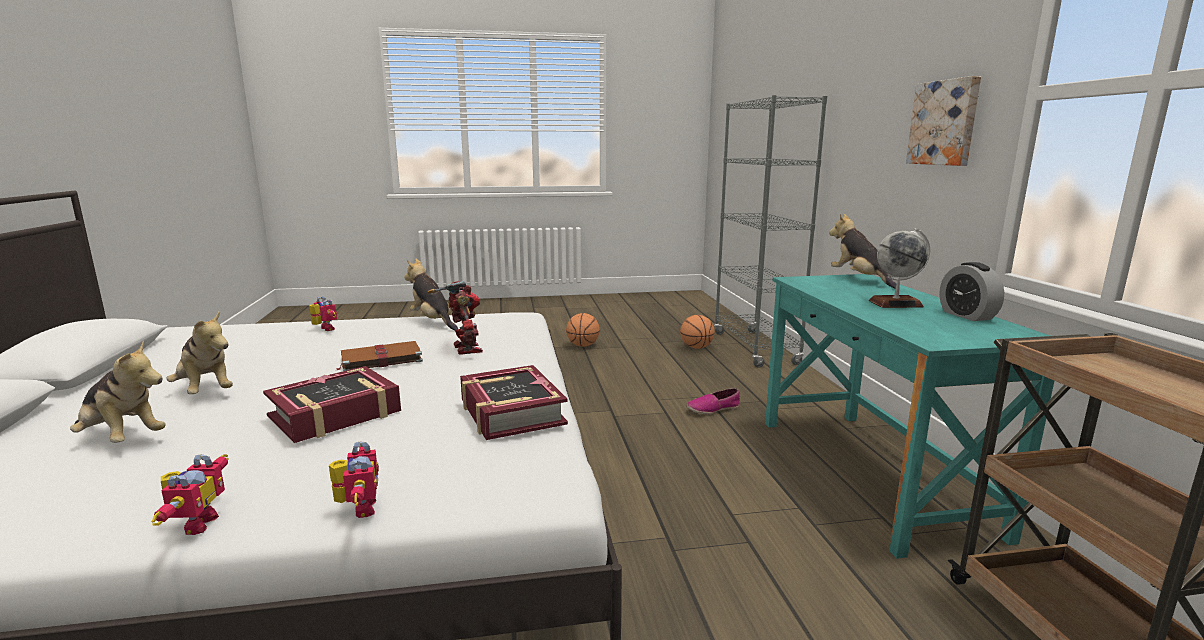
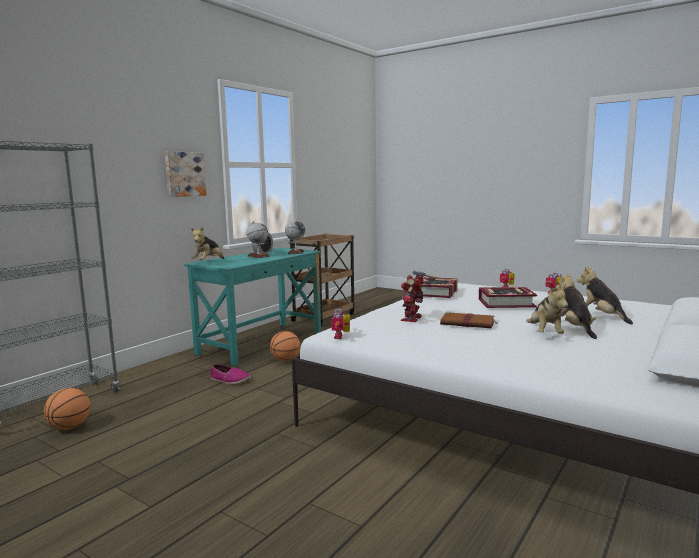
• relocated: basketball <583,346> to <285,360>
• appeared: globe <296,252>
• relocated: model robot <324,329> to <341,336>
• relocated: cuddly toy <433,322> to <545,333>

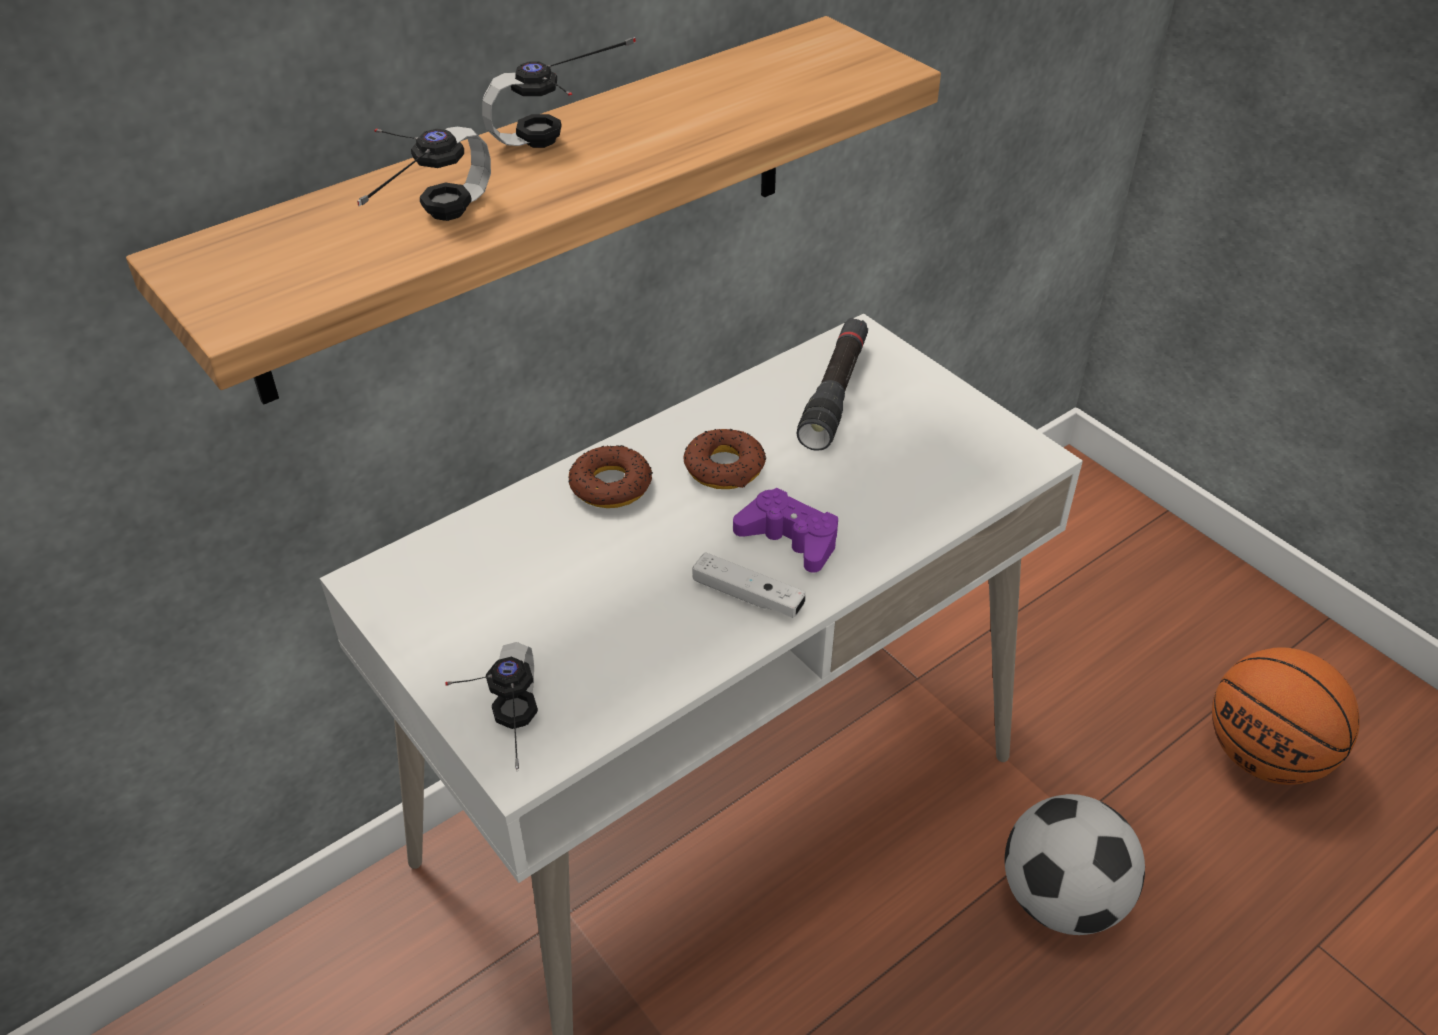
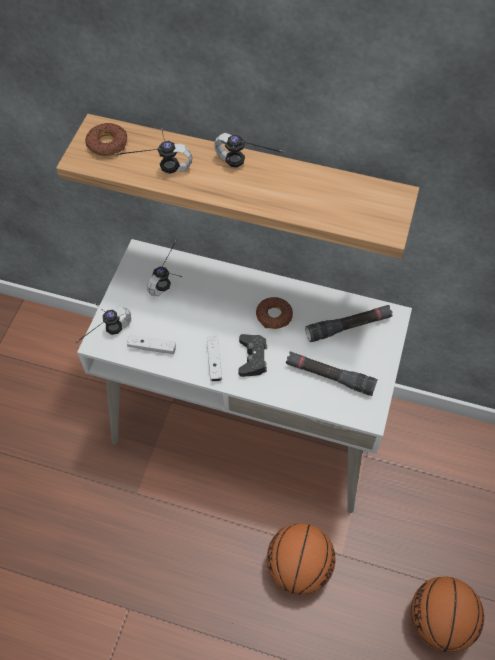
• relocated: ring doughnut <611,485> to <107,144>
• appeared: white-coloured joypad <152,347>
• appeared: headset <173,281>
• colour: purple-coloured joypad <789,539> to blackish joypad <253,358>
• exchanged: ball for football <1061,899> to basketball <299,567>
• appeared: blackish hand torch <330,376>

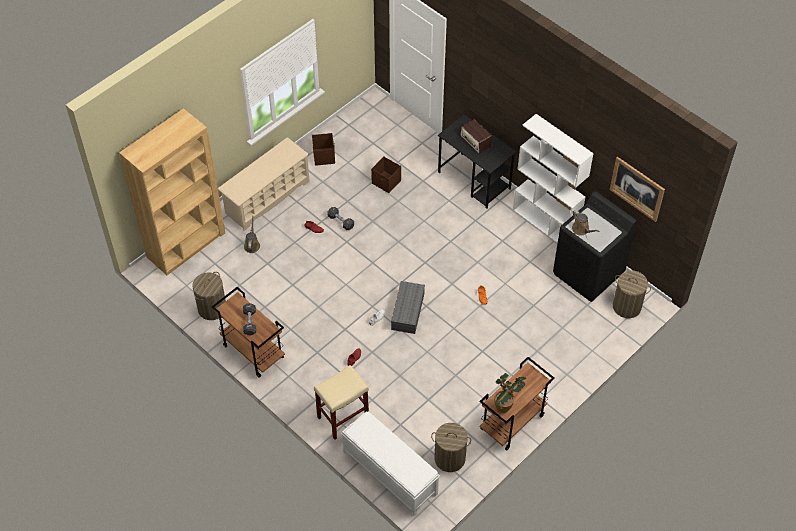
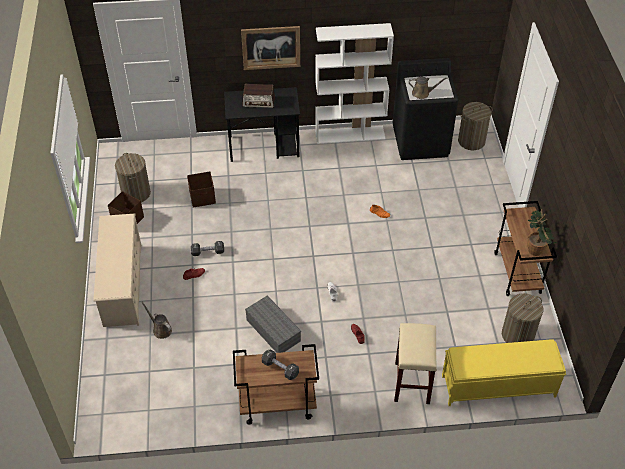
• relocated: laundry basket <212,308> to <136,193>
• relocated: wall picture <637,188> to <271,47>
• relocated: grey storage bin <407,311> to <272,330>
• colour: white-coloured bench <389,472> to yellow-coloured bench <497,386>
• missing: brownish bookshelf <186,245>

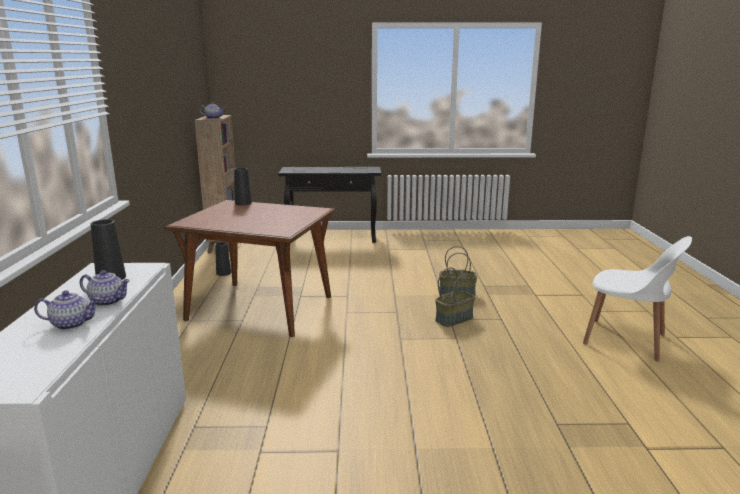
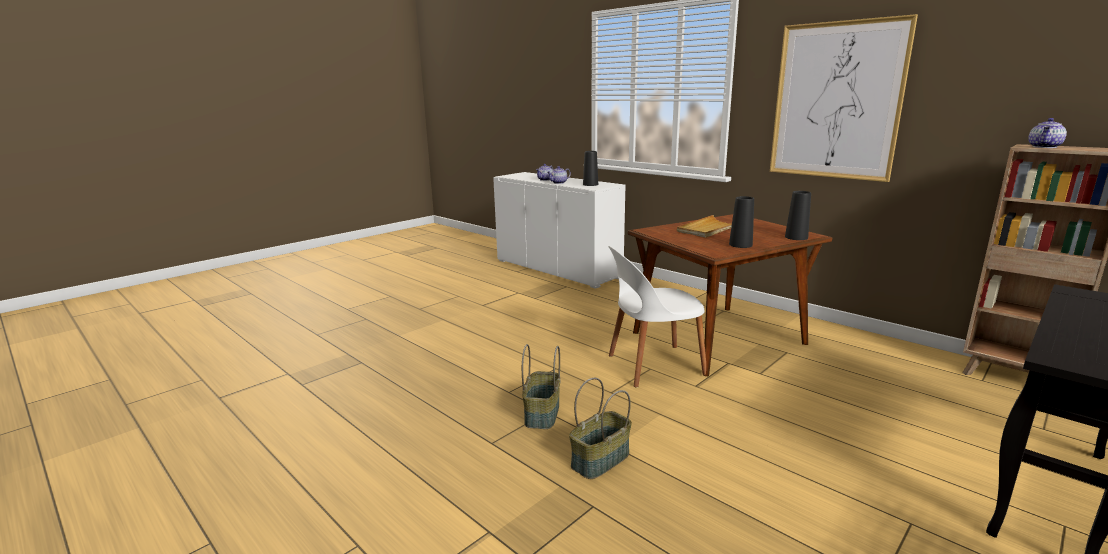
• relocated: white-coloured chair <627,340> to <653,365>
• appeared: beige carrying tray <709,229>
• relocated: blackish decorative vase <223,273> to <740,245>
• appeared: wall picture <836,101>

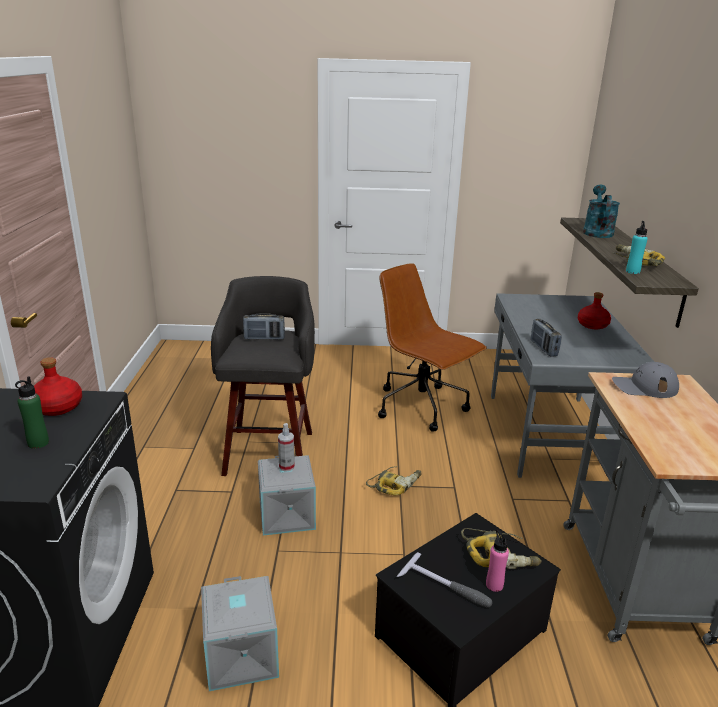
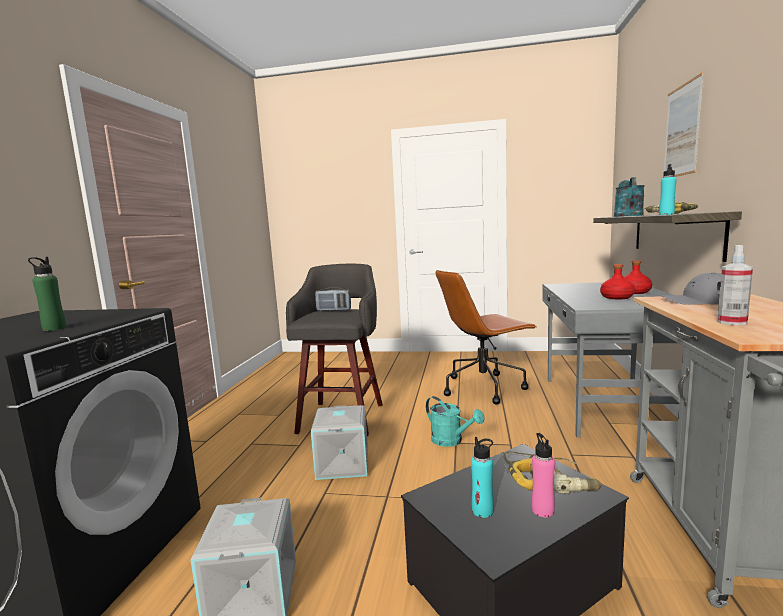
• exchanged: electric drill <395,484> to blue-green watering can <451,441>
• spun: brownish computer chair <422,407> = <484,387> 75 degrees counterclockwise
• exchanged: tool hammer <447,587> to blue-green beverage bottle <482,511>
• relocated: reddish beverage bottle <57,407> to <616,297>
• appeared: wall picture <682,130>
• relocated: spray bottle <286,466> to <732,322>
• missing: radio receiver <543,348>

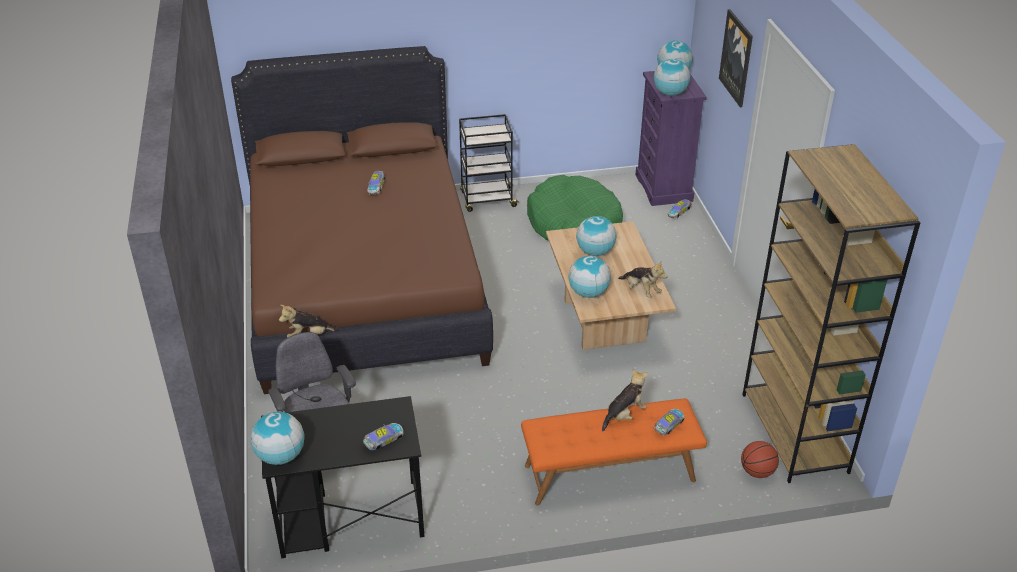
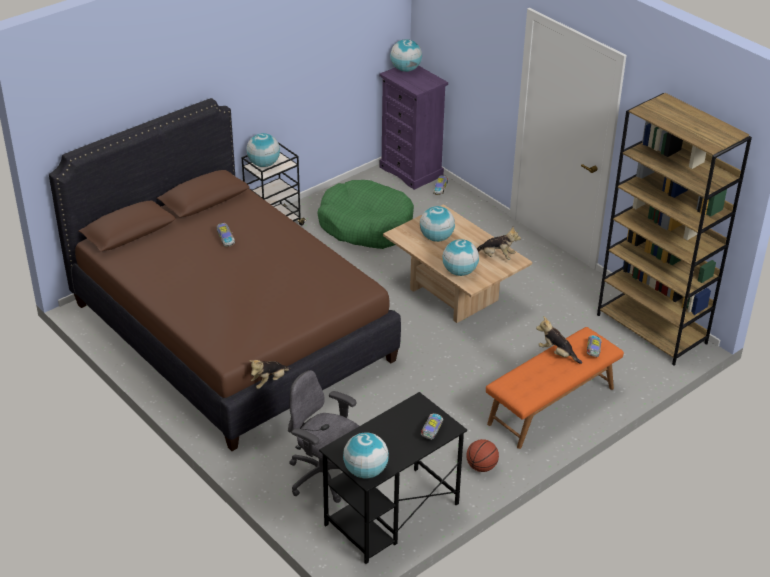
• relocated: globe <670,93> to <264,164>
• relocated: basketball <757,472> to <481,467>
• spun: cuddly toy <624,415> = <557,353> 75 degrees counterclockwise
• missing: wall picture <737,58>

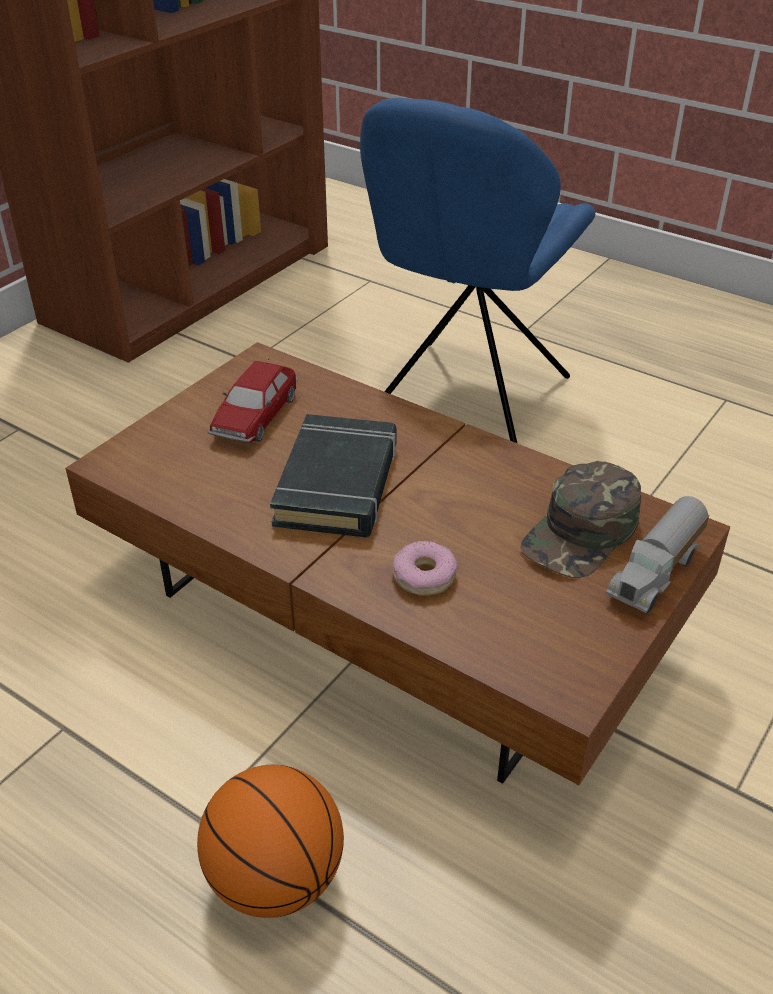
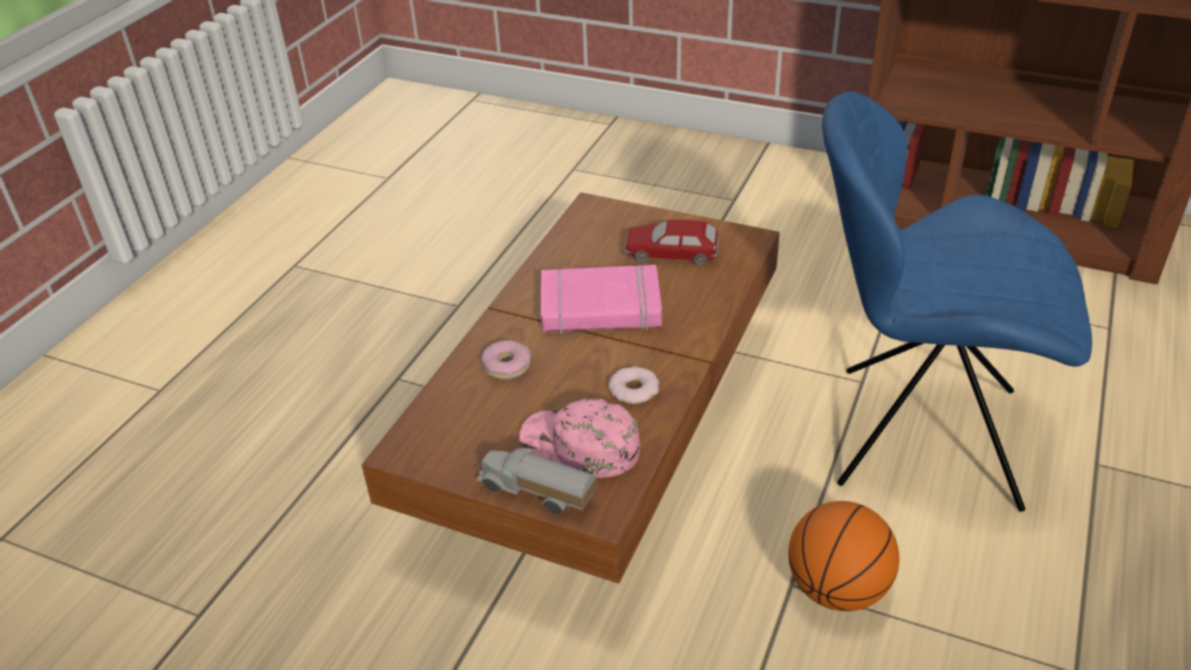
• colour: green baseball cap <582,533> to pinkish baseball cap <579,445>
• colour: blackish bound book <338,484> to pinkish bound book <600,308>
• appeared: ring doughnut <634,389>
• relocated: basketball <275,878> to <837,589>

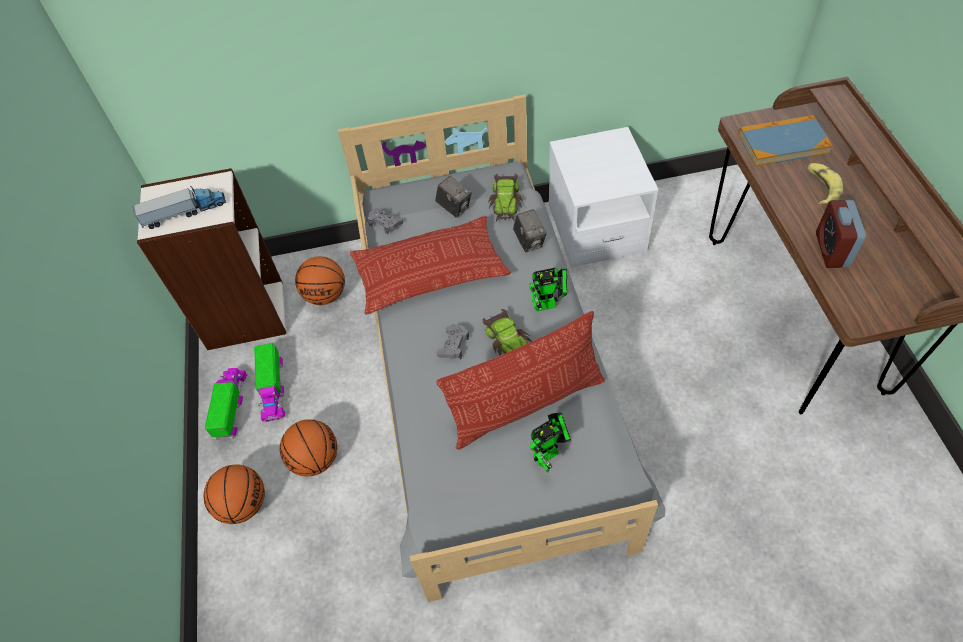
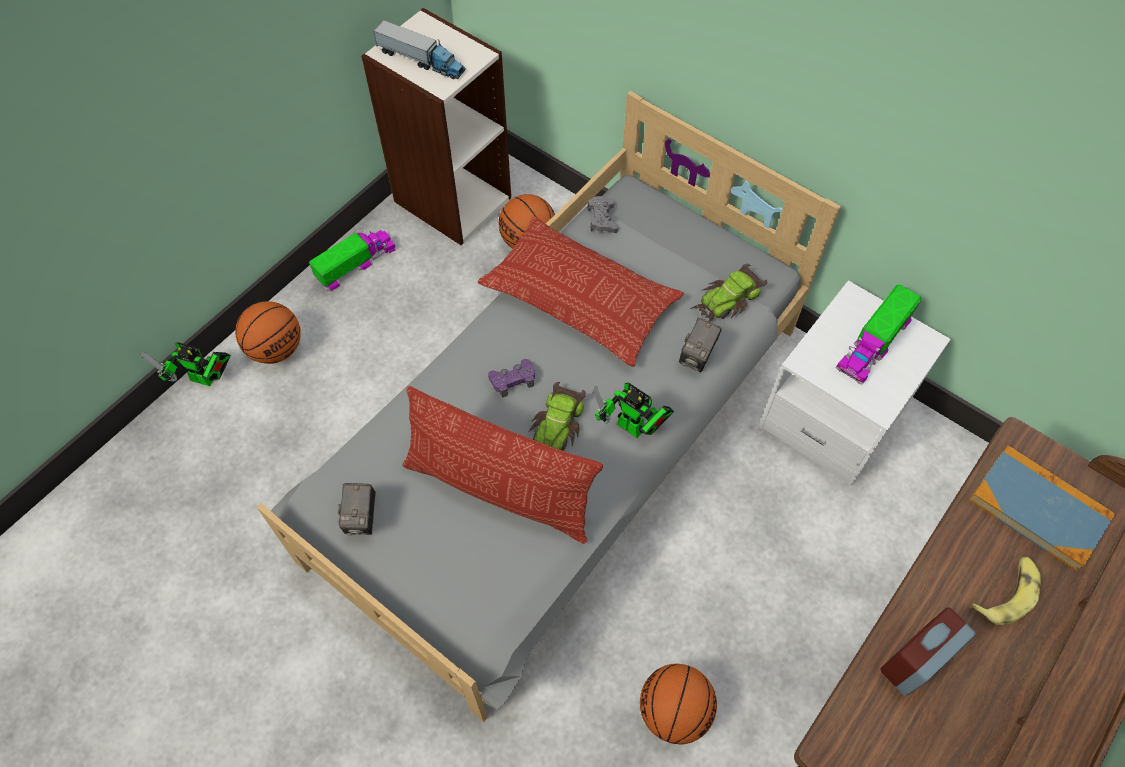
• relocated: model robot <549,453> to <206,380>
• relocated: photo camera <454,207> to <362,518>
• colour: grey joypad <453,345> to purple-coloured joypad <512,380>
• relocated: basketball <315,459> to <674,711>
• relocated: toy lorry <273,389> to <873,344>

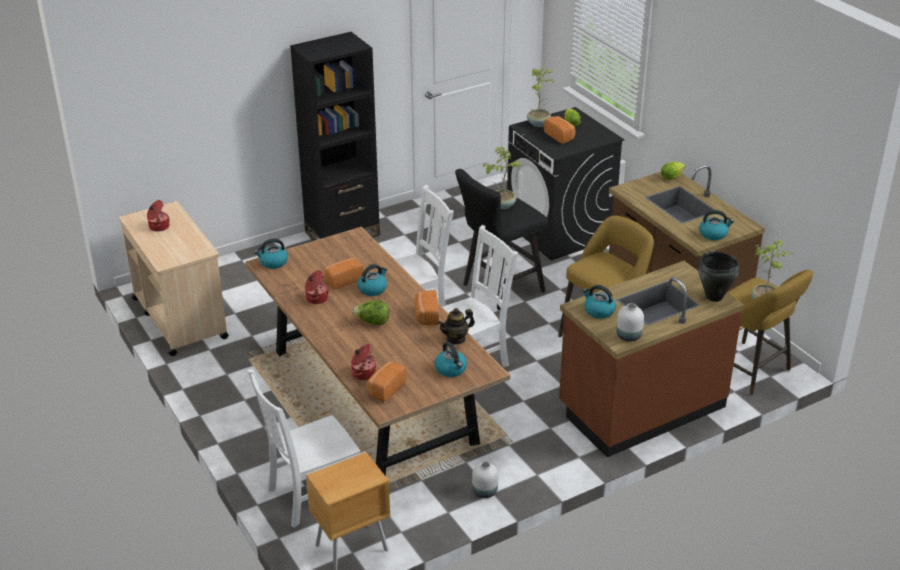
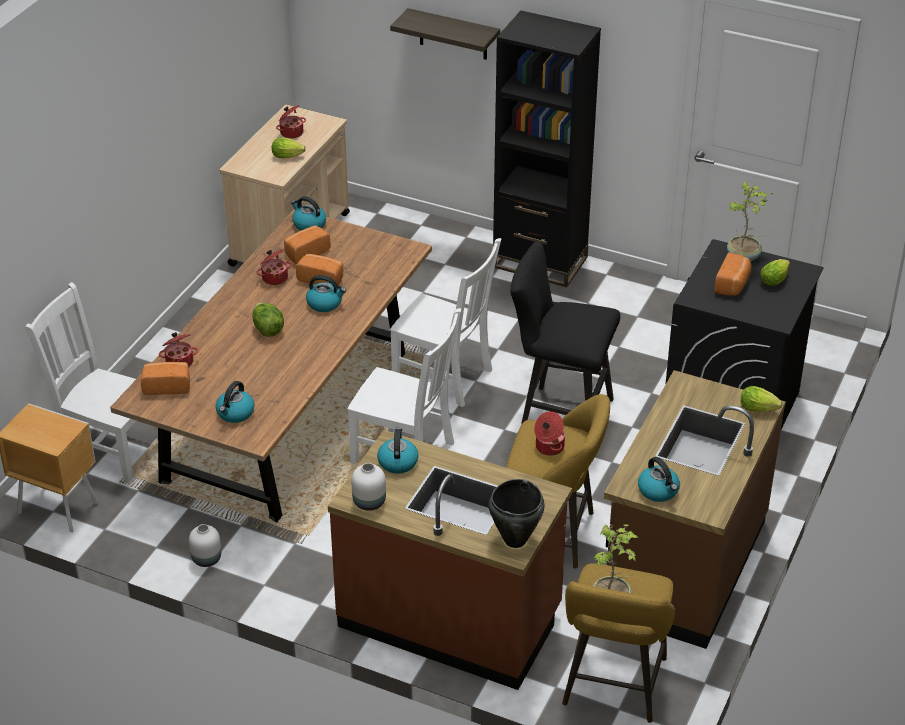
• appeared: lettuce head <289,156>
• relocated: bakery bread <426,316> to <306,252>
• appeared: bracket shelf <453,34>
• appeared: cooking pot <548,447>
• missing: pot for tea <456,339>
• missing: potted plant <502,205>

